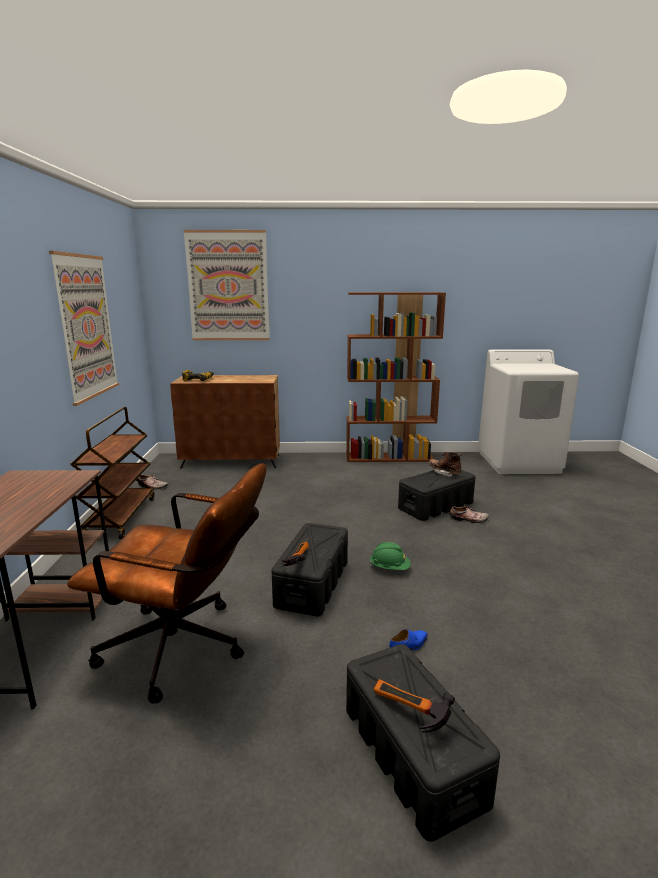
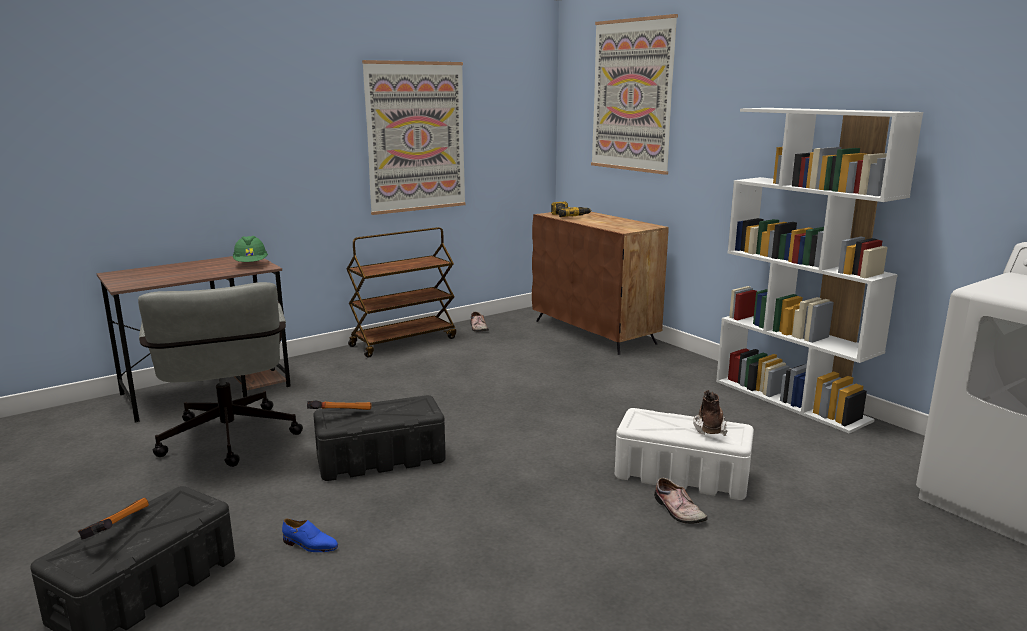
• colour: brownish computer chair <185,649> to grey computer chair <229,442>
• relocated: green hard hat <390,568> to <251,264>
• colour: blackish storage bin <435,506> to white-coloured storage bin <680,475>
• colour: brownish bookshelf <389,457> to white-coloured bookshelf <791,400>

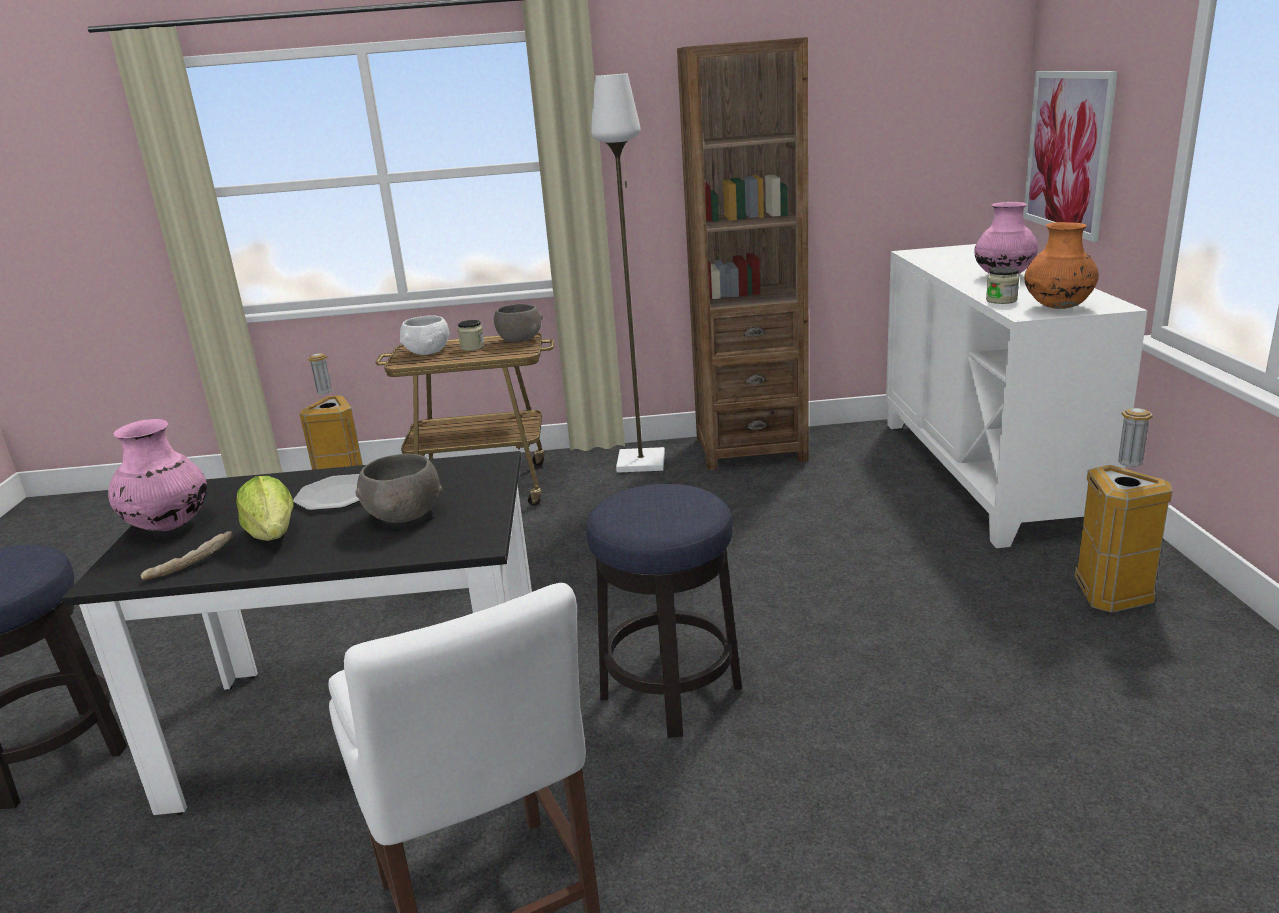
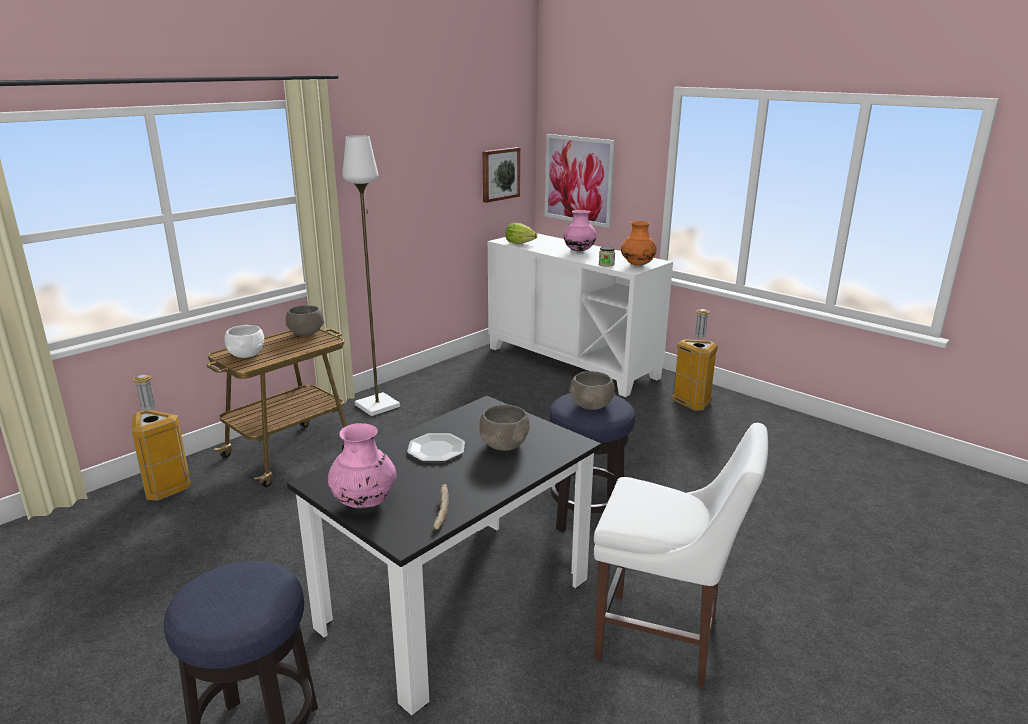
• appeared: wall picture <500,174>
• relocated: lettuce head <273,535> to <519,243>
• appeared: grey bowl <591,405>
• missing: preserve jar <472,347>
• missing: brownish bookshelf <750,449>

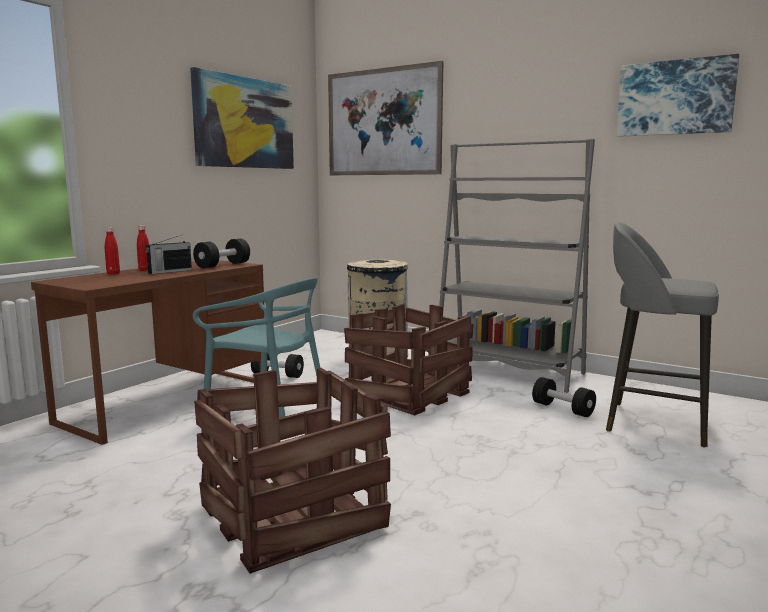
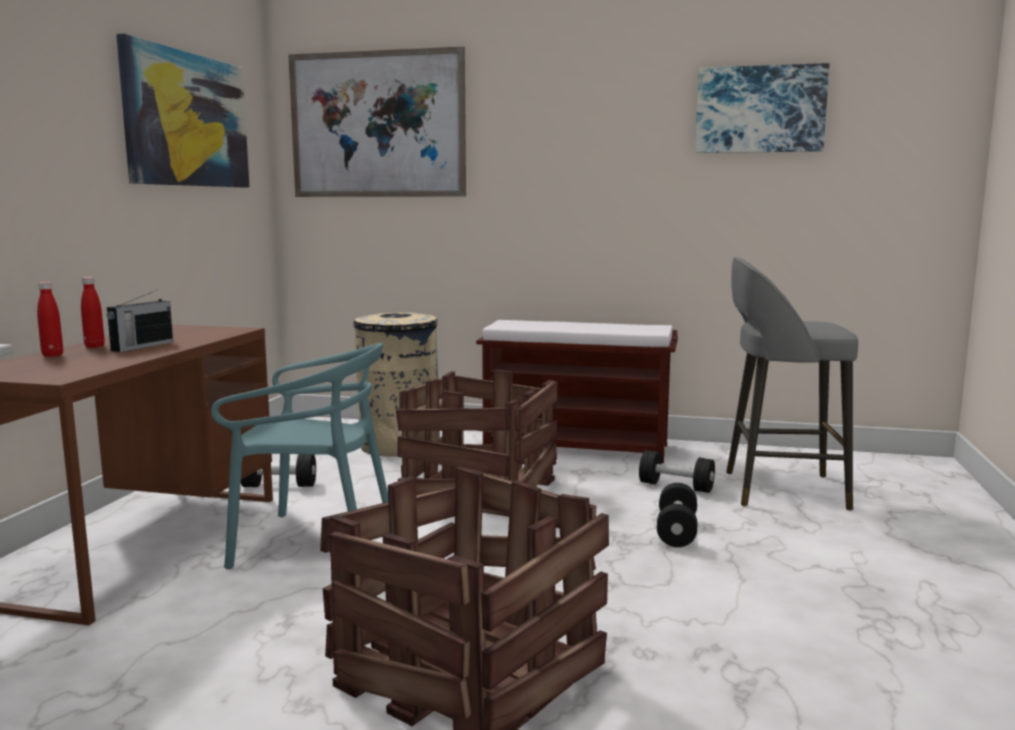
• exchanged: grey bookshelf <508,371> to brownish bench <578,447>
• relocated: blackish free weight <223,265> to <676,531>

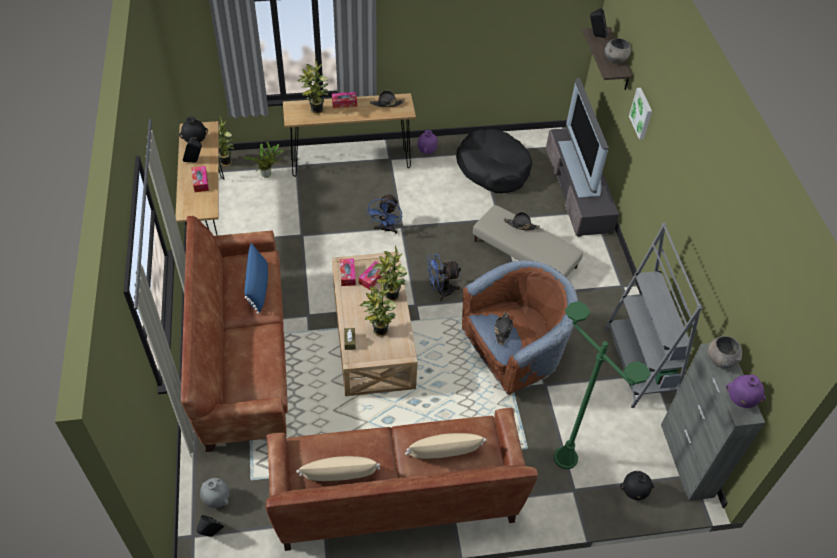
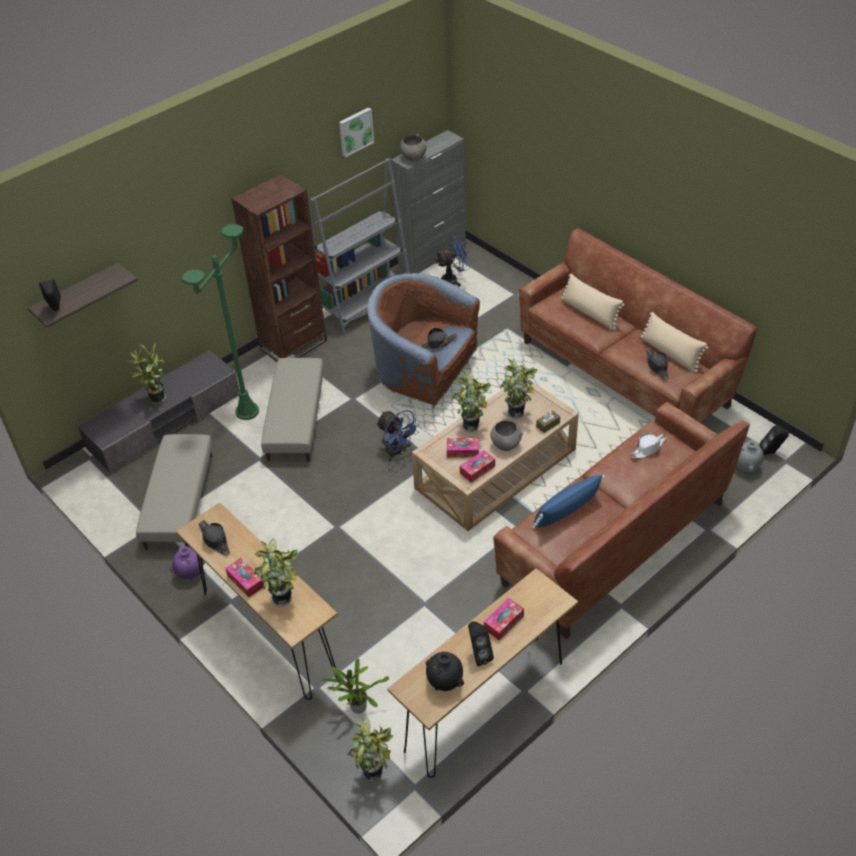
• exchanged: TV set <581,168> to potted plant <156,399>
• exchanged: blackish dog cushion <493,168> to beige pouffe <179,501>
• relocated: green standard lamp <565,458> to <247,411>
• appeared: brownish bookshelf <293,345>
• relocated: wall picture <642,113> to <355,131>
• relocated: bluish fan <385,229> to <453,279>
• relocated: grey bowl <615,60> to <506,444>
• appeared: white-coloured wearable hat <648,448>
• relocated: blackish wearable hat <521,225> to <657,366>
• missing: blackish decorative vase <633,492>
• missing: purple-coloured decorative vase <740,400>

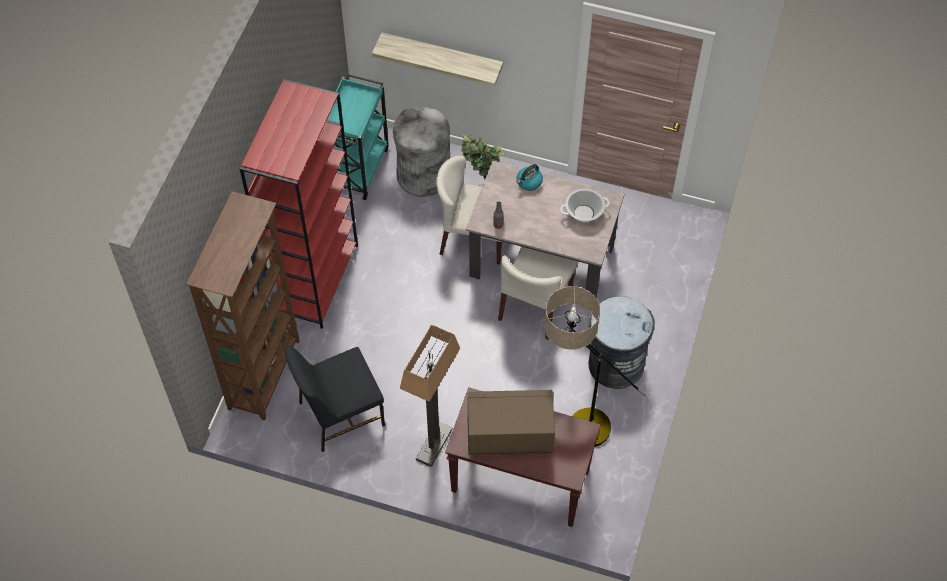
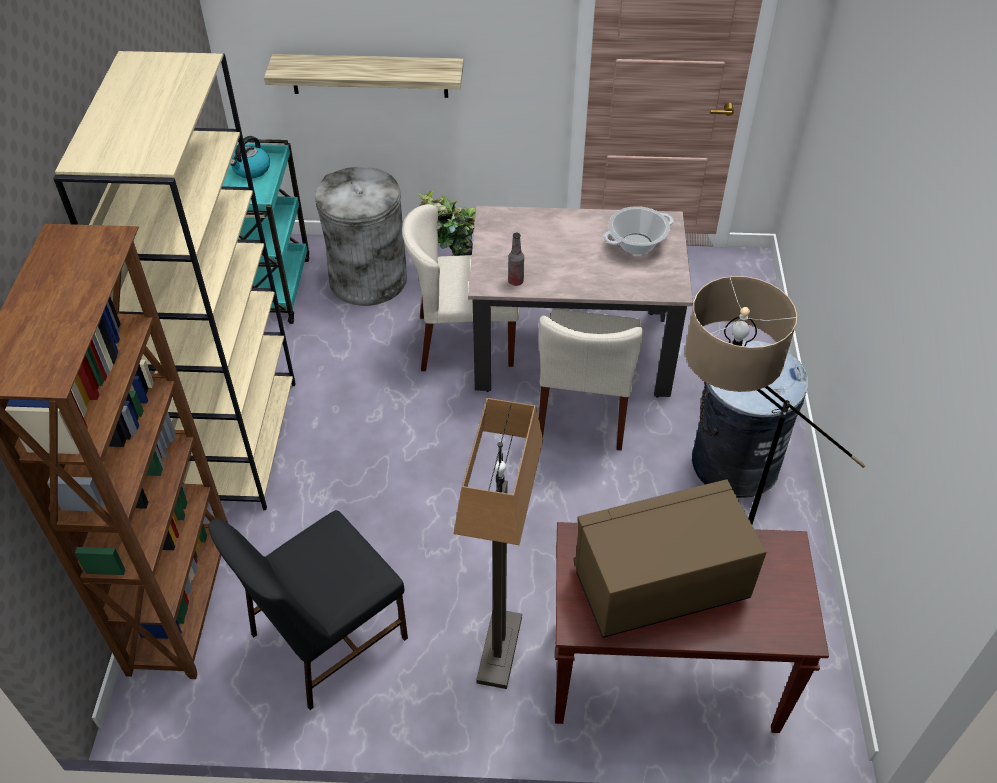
• colour: reddish bookshelf <315,279> to beige bookshelf <240,441>
• relocated: kettle <529,182> to <251,170>

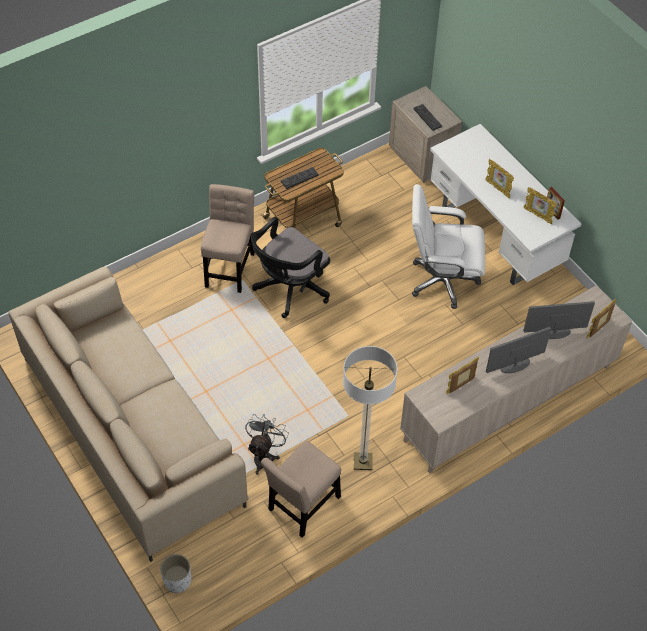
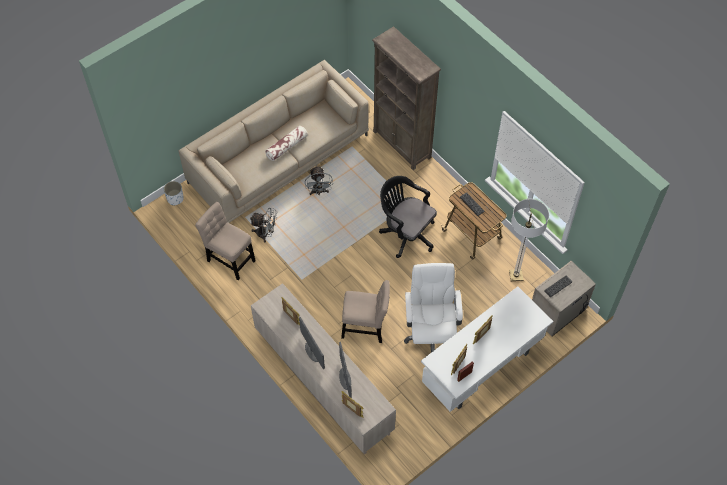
• appeared: throw pillow <287,146>
• appeared: grey fan <319,192>
• relocated: beige chair <230,267> to <365,327>
• appeared: brownish bookshelf <402,145>
• relocated: standard lamp <363,462> to <516,275>

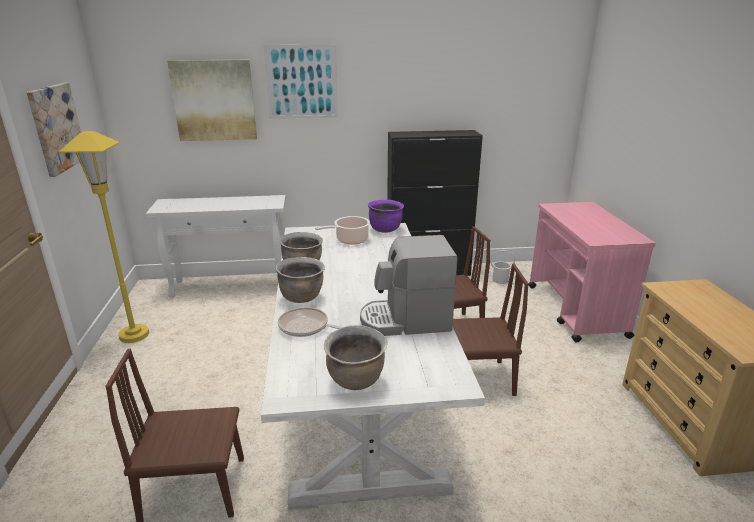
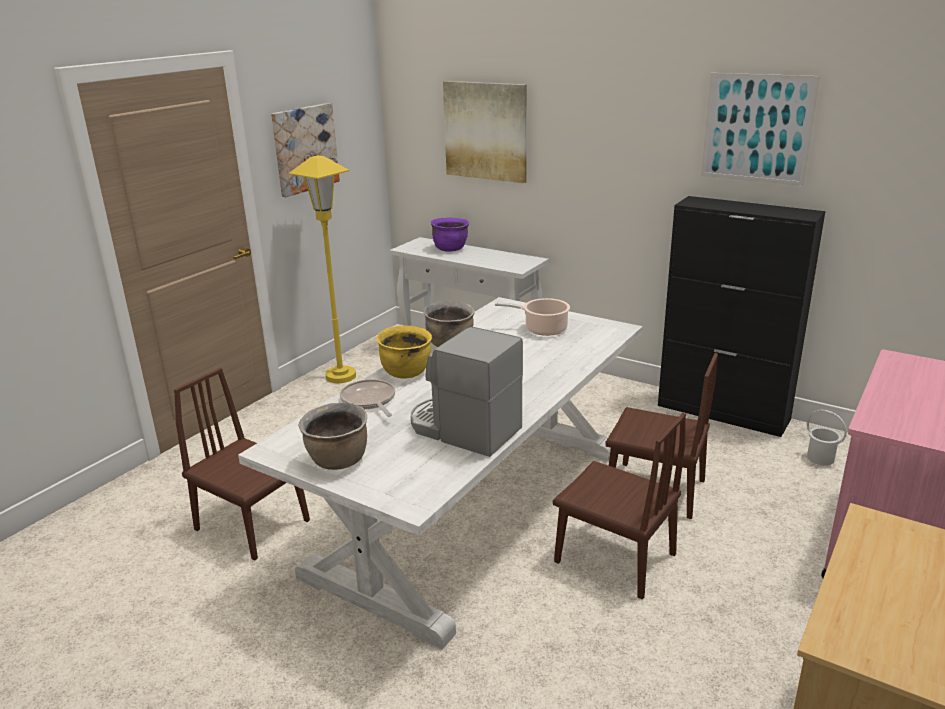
• colour: brownish cooking pot <302,297> to yellow-coloured cooking pot <406,372>
• relocated: purple-coloured cooking pot <385,229> to <450,249>
• relocated: wall picture <302,82> to <757,128>

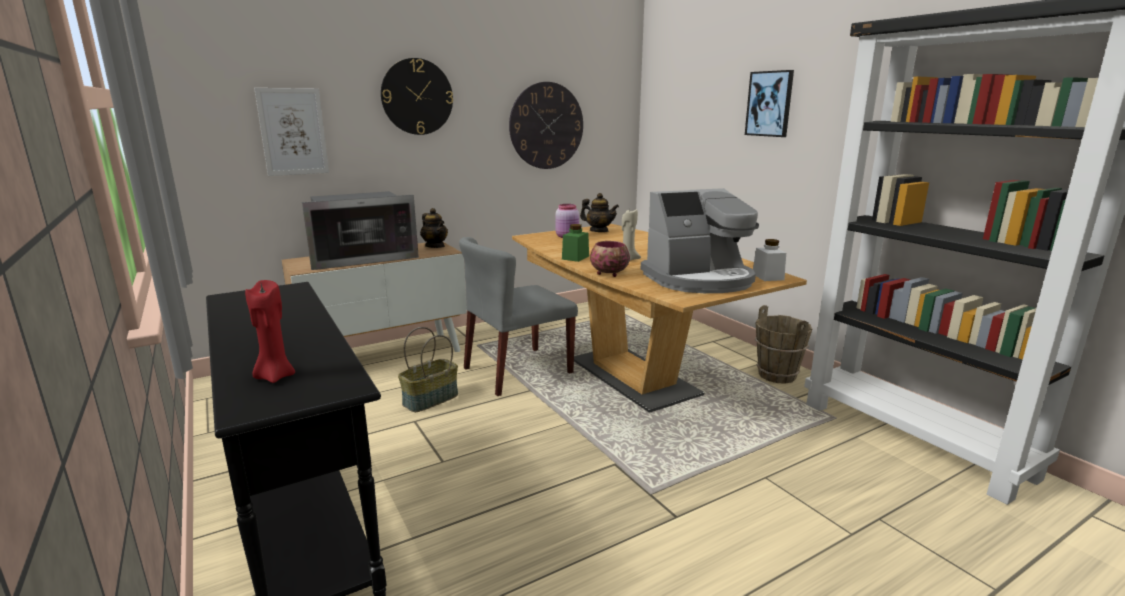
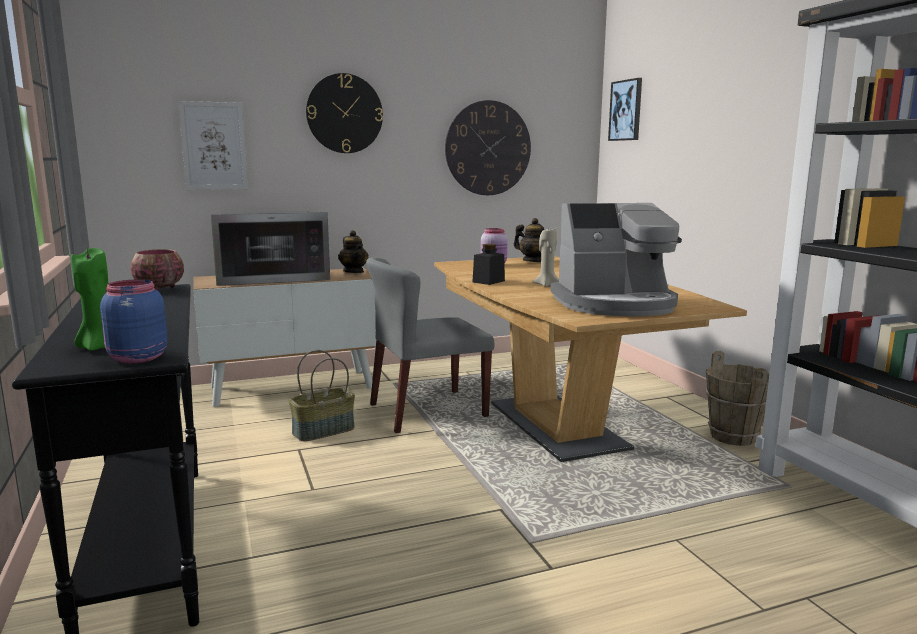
• colour: reddish wax light <275,376> to green wax light <98,347>
• appeared: bluish preserve jar <136,358>
• relocated: bowl <608,273> to <158,289>
• colour: green preserve jar <575,257> to blackish preserve jar <488,281>
• relocated: wall picture <769,104> to <626,110>
• missing: white-coloured preserve jar <767,276>

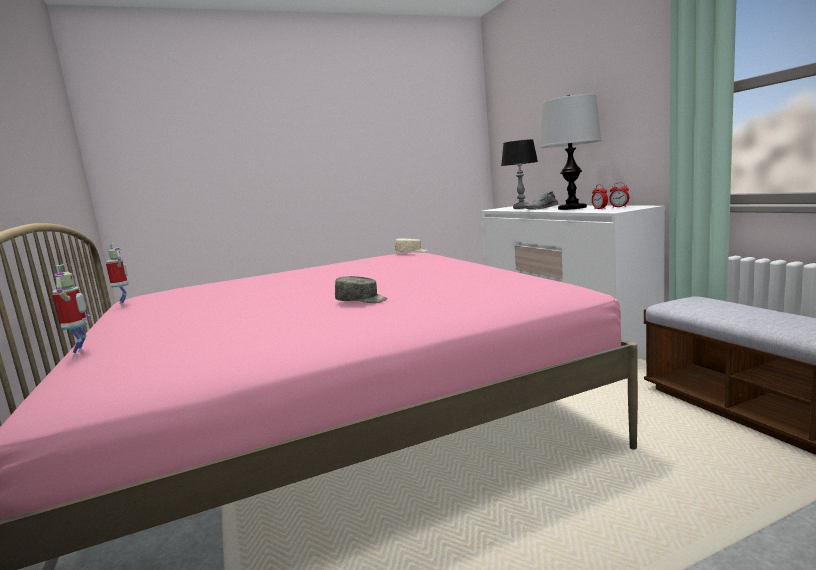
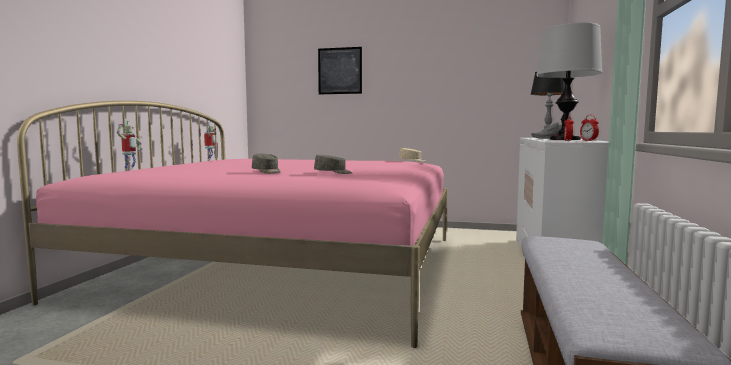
• appeared: grey baseball cap <333,173>
• appeared: wall picture <340,71>

